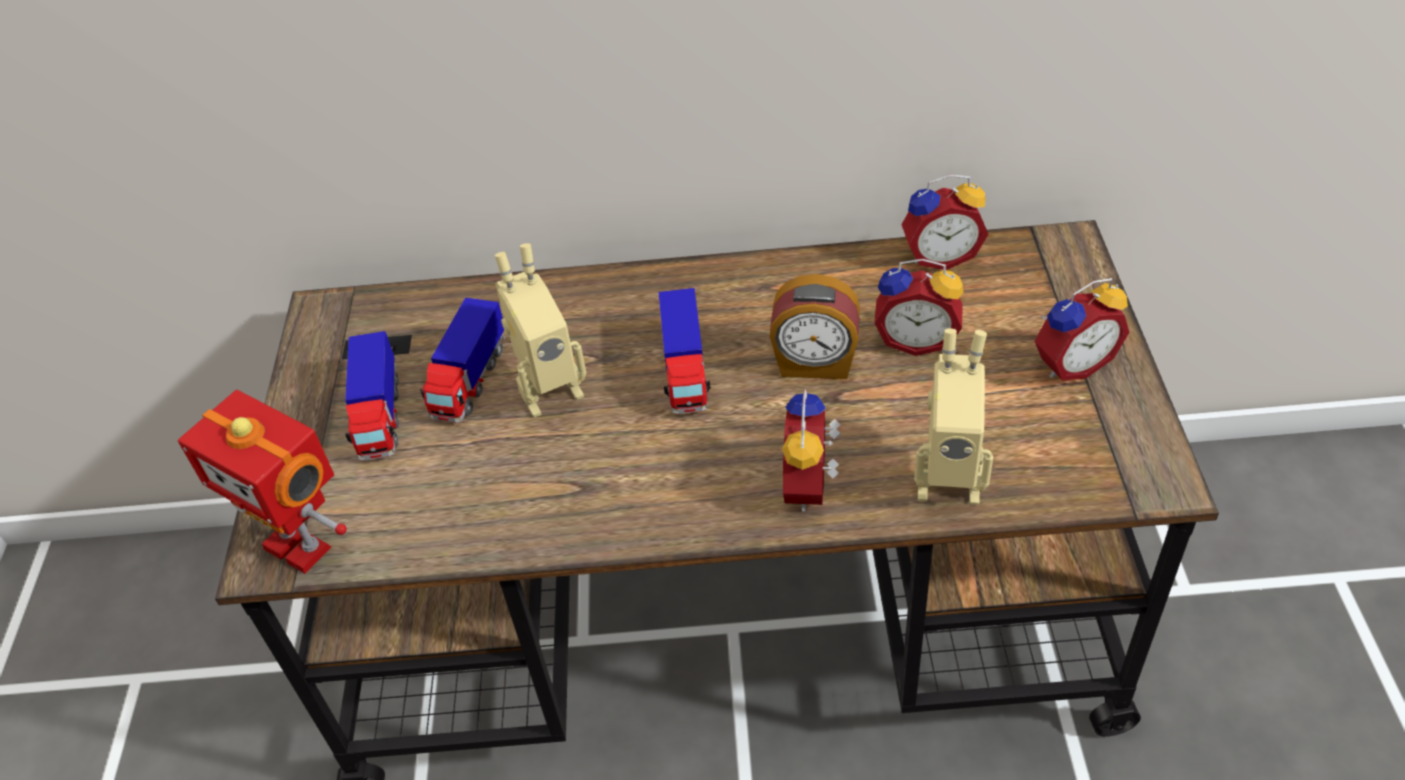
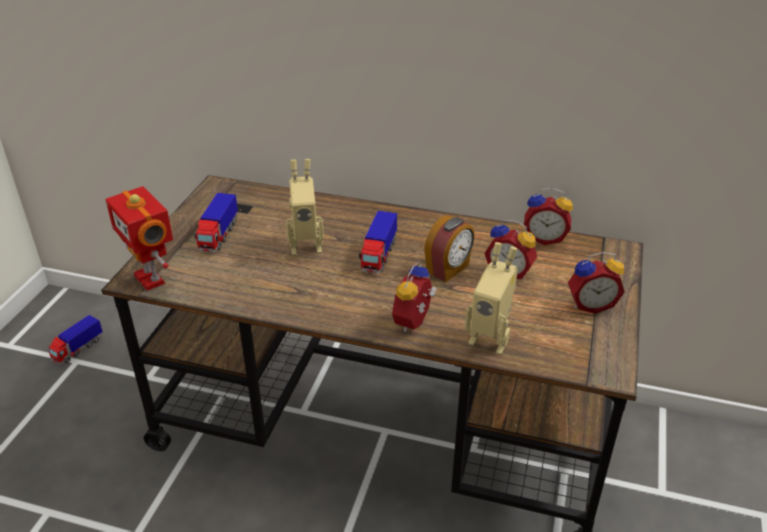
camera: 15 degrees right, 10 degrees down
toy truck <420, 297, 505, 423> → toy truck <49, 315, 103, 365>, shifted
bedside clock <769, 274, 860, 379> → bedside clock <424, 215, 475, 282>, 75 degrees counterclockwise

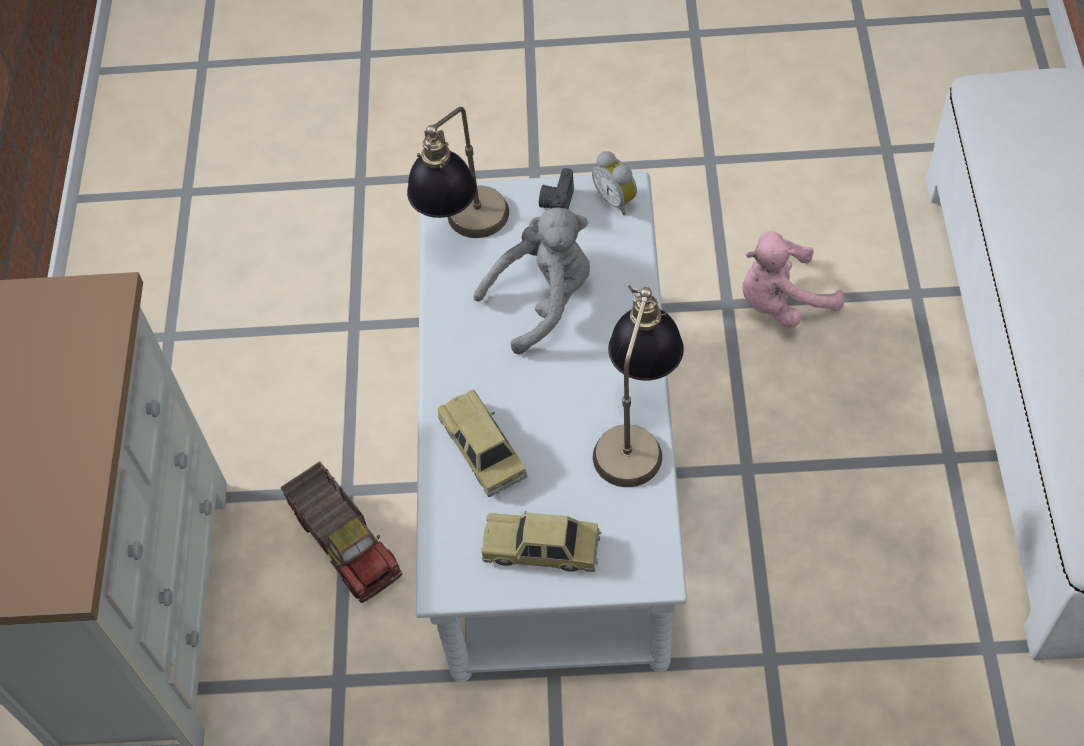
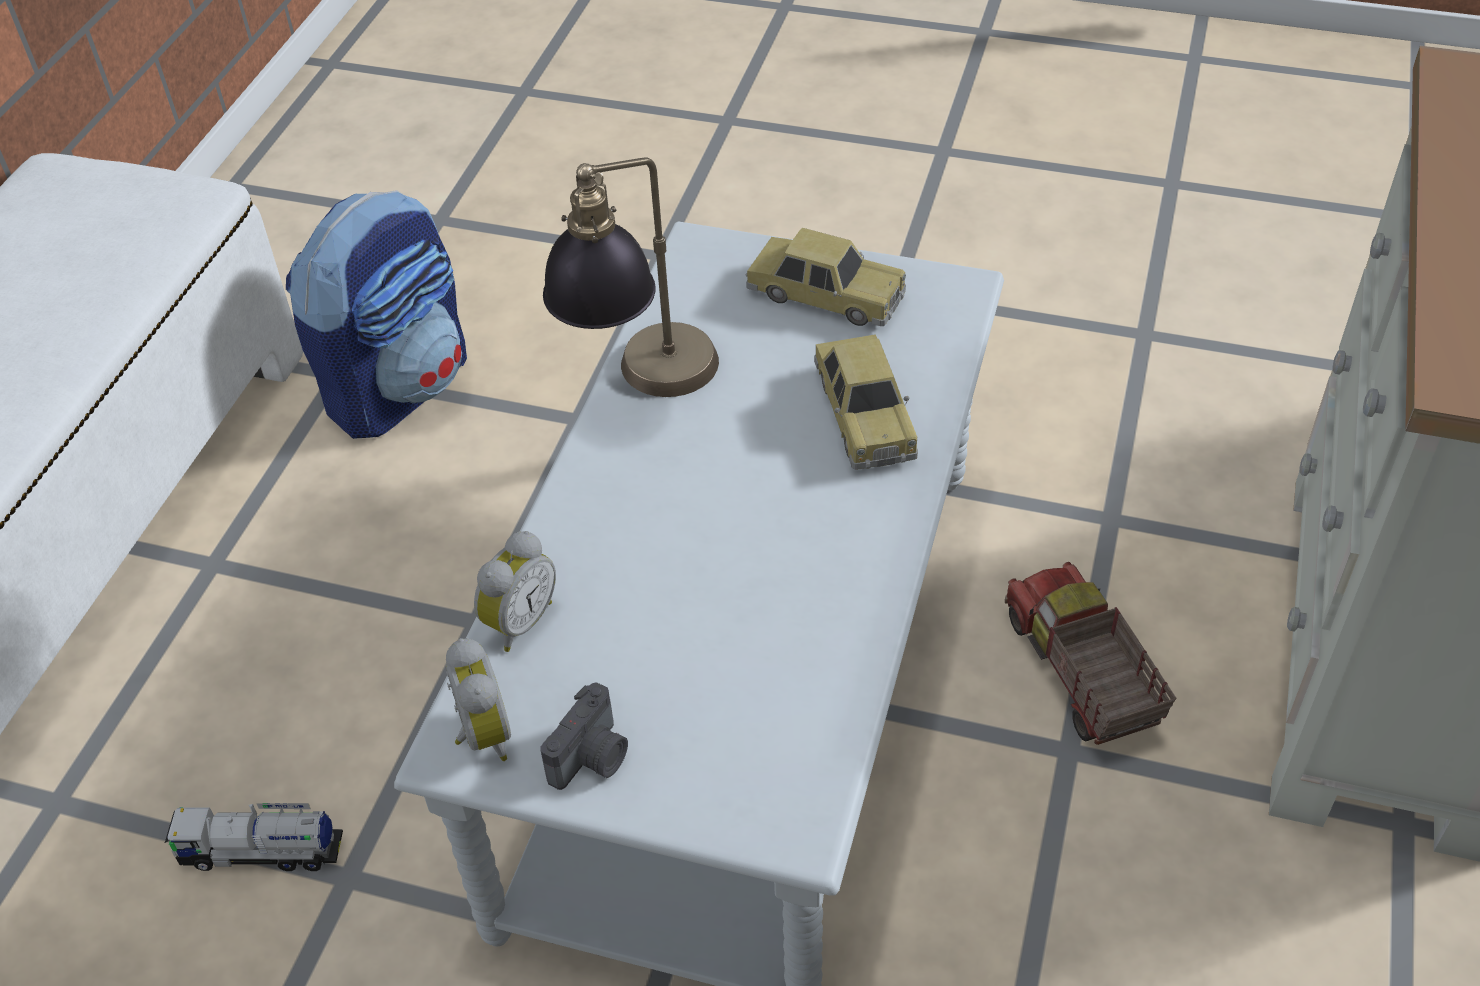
camera: 165 degrees left, 10 degrees down
tabletop lamp <407, 107, 509, 238> → -
gray plush toy <474, 207, 590, 354> → -
pink-coloured plush toy <742, 231, 844, 329> → toy truck <165, 803, 343, 871>
- → backpack <286, 190, 467, 439>
- → bedside clock <474, 531, 556, 652>

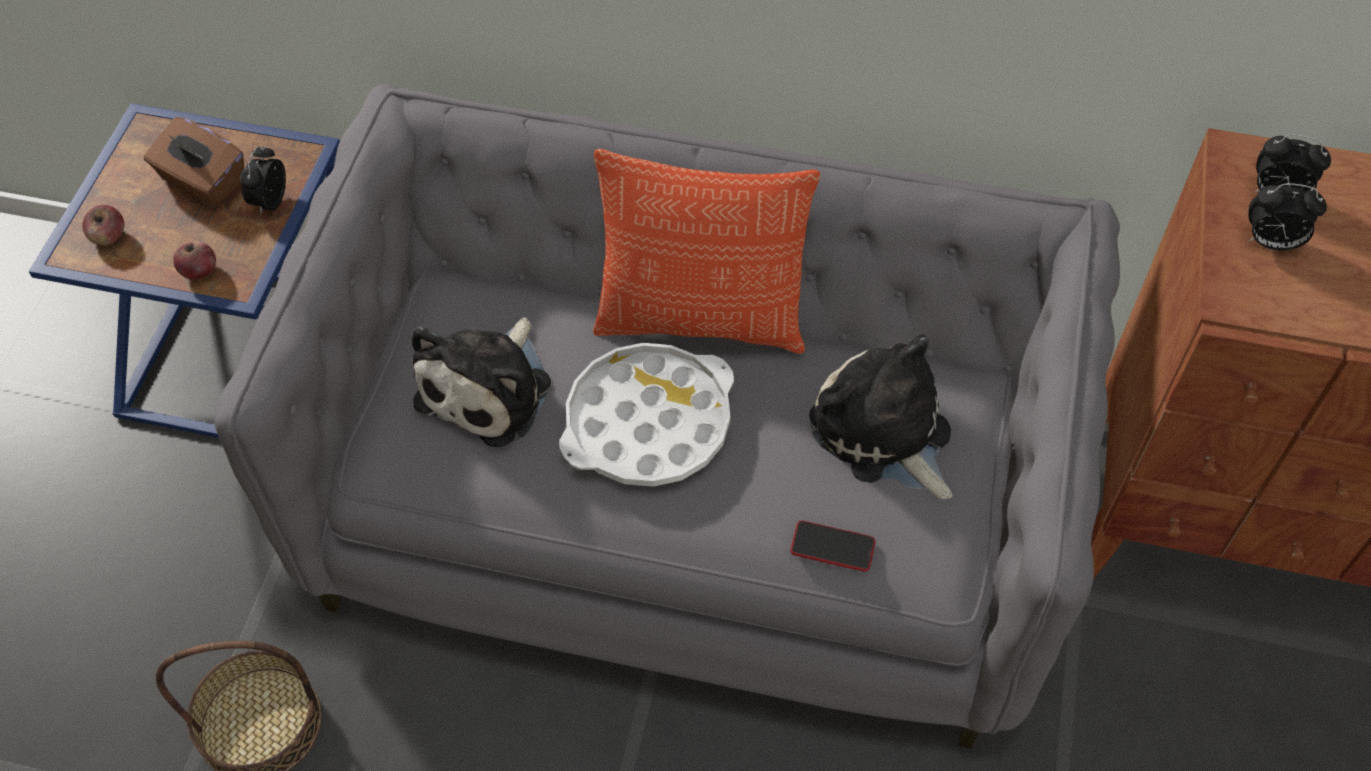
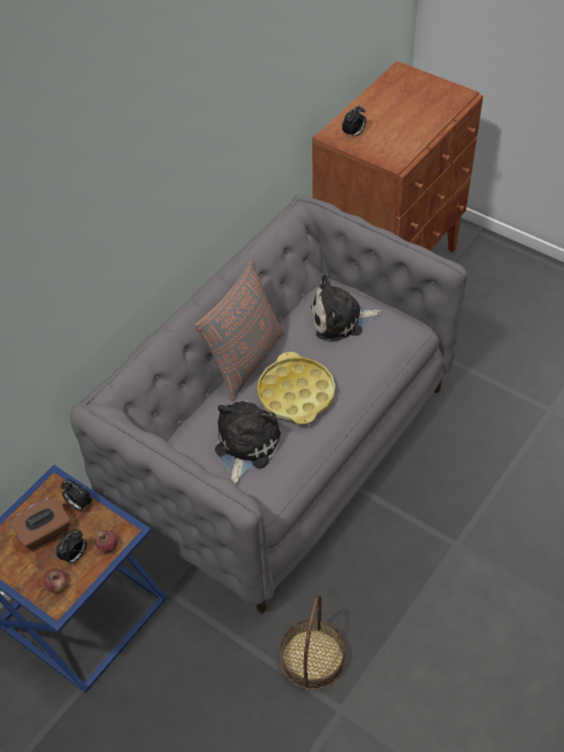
camera: 65 degrees left, 5 degrees down
plush toy <411, 317, 551, 447> → plush toy <215, 401, 281, 484>, 120 degrees counterclockwise
white carrying tray <559, 343, 734, 487> → yellowish carrying tray <257, 352, 335, 424>
orange cushion <593, 149, 820, 354> → gray cushion <195, 259, 285, 402>
phone <790, 521, 875, 571> → -
bedside clock <1248, 183, 1327, 250> → bedside clock <56, 529, 87, 564>, shifted

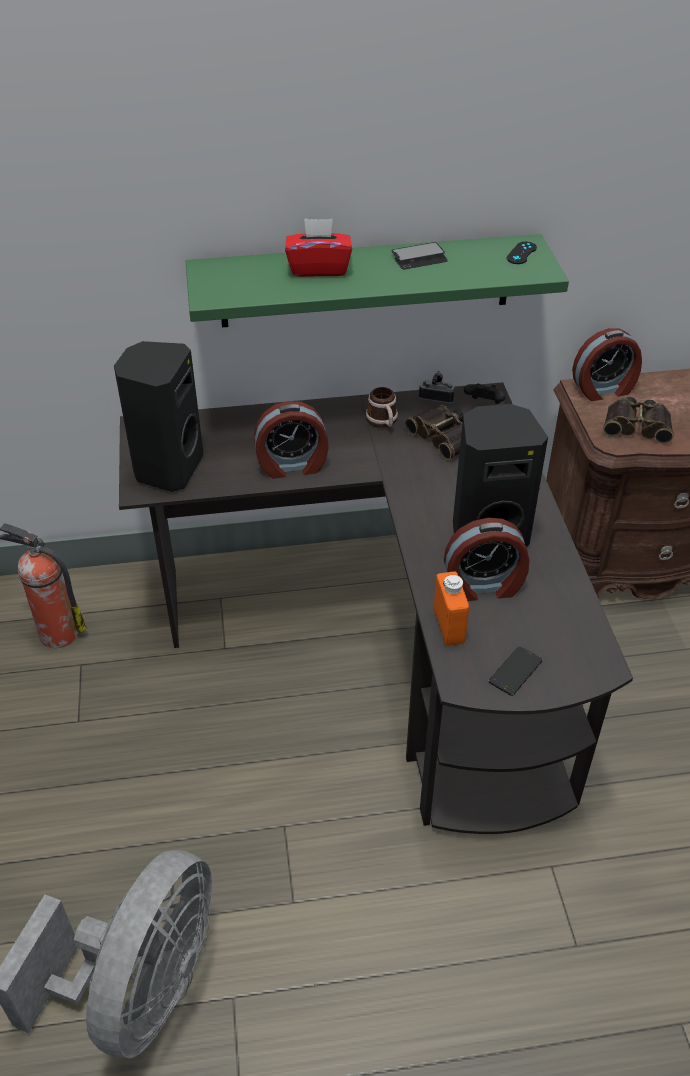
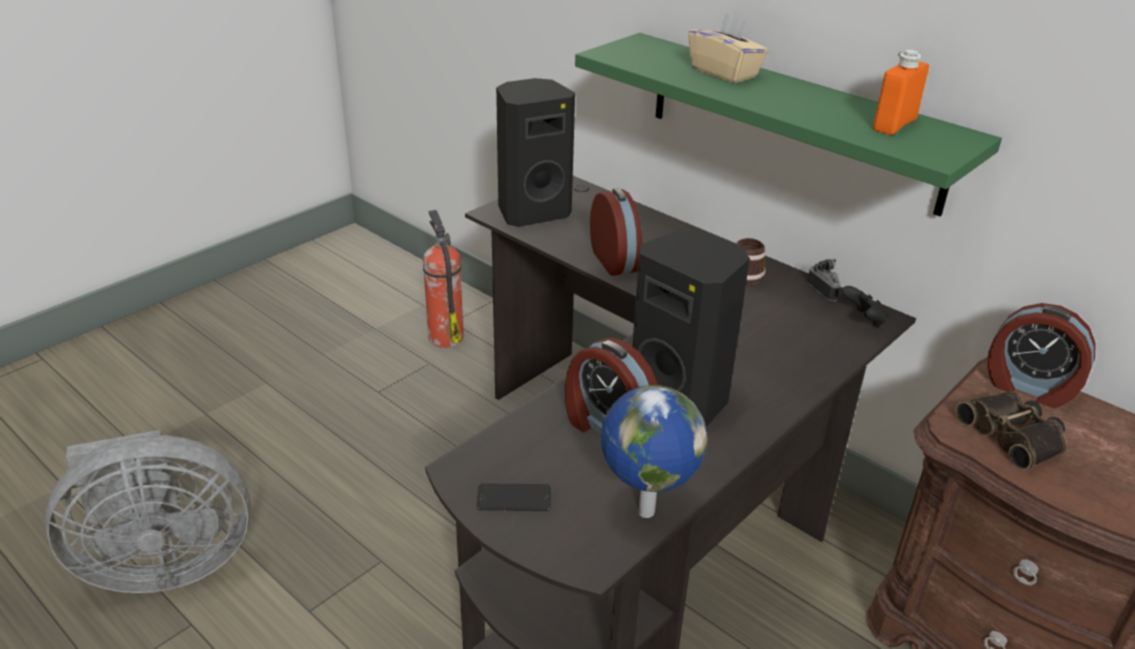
camera: 50 degrees right, 10 degrees down
bedside clock <254, 401, 329, 479> → bedside clock <590, 188, 643, 276>, 150 degrees counterclockwise
red-coloured tissue holder <285, 218, 352, 277> → beige tissue holder <688, 13, 769, 83>
phone <392, 242, 448, 269> → -
binoculars <405, 405, 464, 461> → -
orange beverage bottle <433, 572, 469, 646> → orange beverage bottle <873, 50, 929, 135>, shifted
black-coloured gamepad <507, 241, 537, 264> → -
- → desk globe <601, 385, 707, 518>

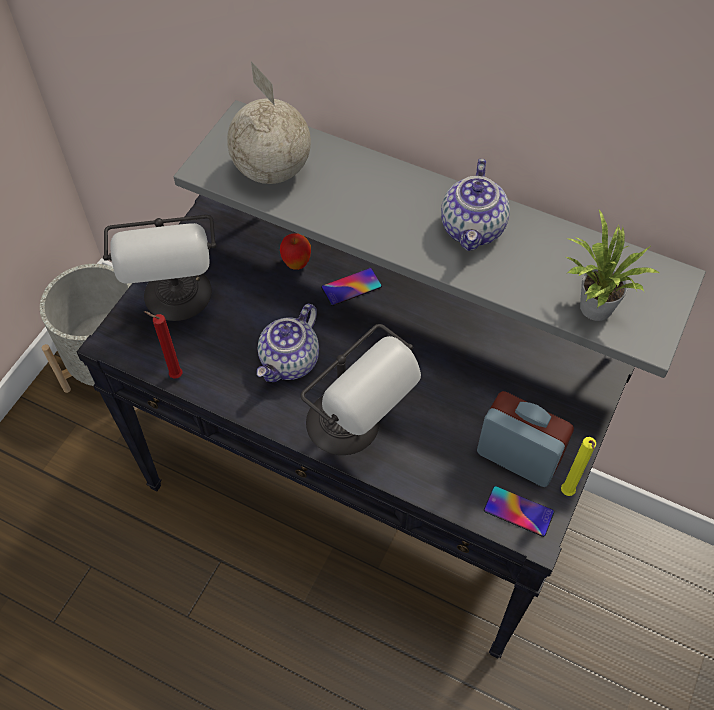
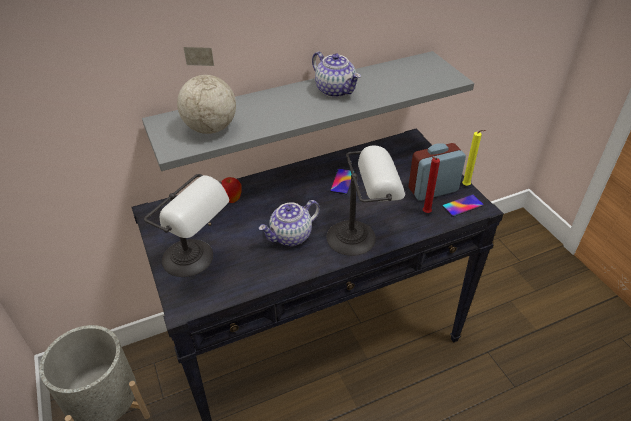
camera: 50 degrees left, 15 degrees down
red-coloured wax candle <143, 311, 182, 379> → red-coloured wax candle <423, 157, 440, 213>, shifted
teapot <257, 304, 319, 382> → teapot <258, 200, 320, 246>, 75 degrees clockwise
phone <321, 268, 382, 306> → phone <330, 169, 351, 194>, shifted
houseplant <566, 210, 659, 321> → -

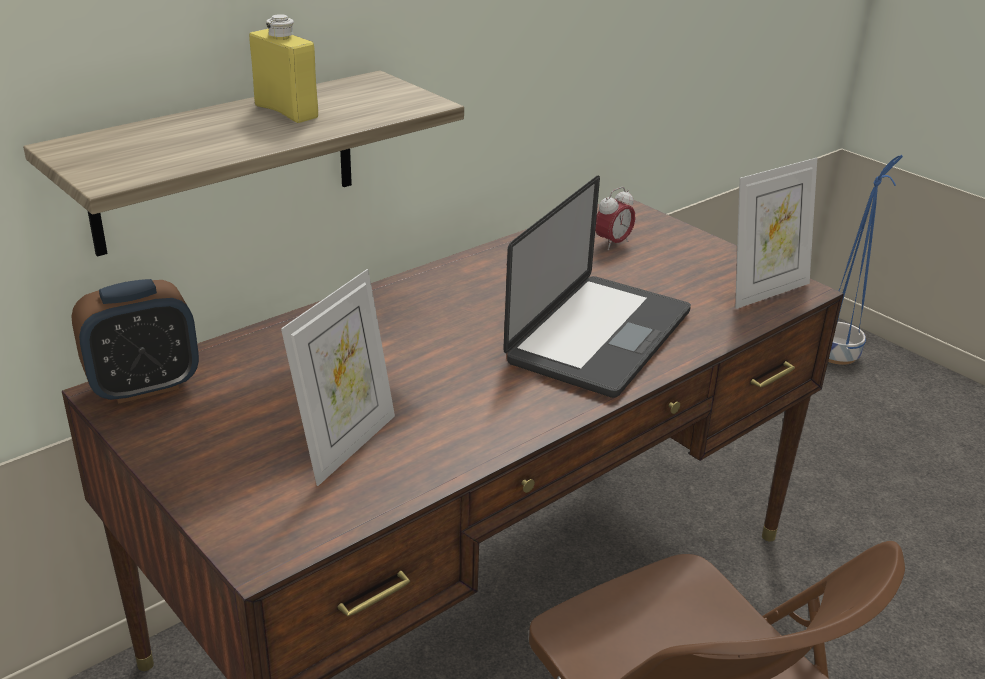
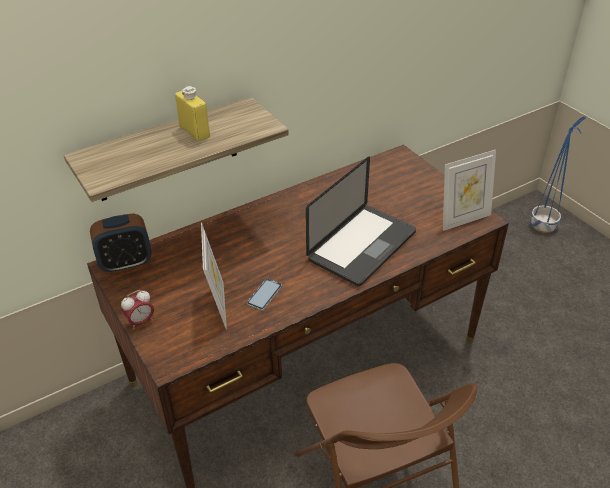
camera: 10 degrees right, 10 degrees up
standing frame <281, 269, 395, 486> → standing frame <201, 223, 227, 329>, 45 degrees counterclockwise
bedside clock <595, 187, 635, 250> → bedside clock <121, 290, 154, 329>, shifted
- → phone <247, 279, 282, 310>

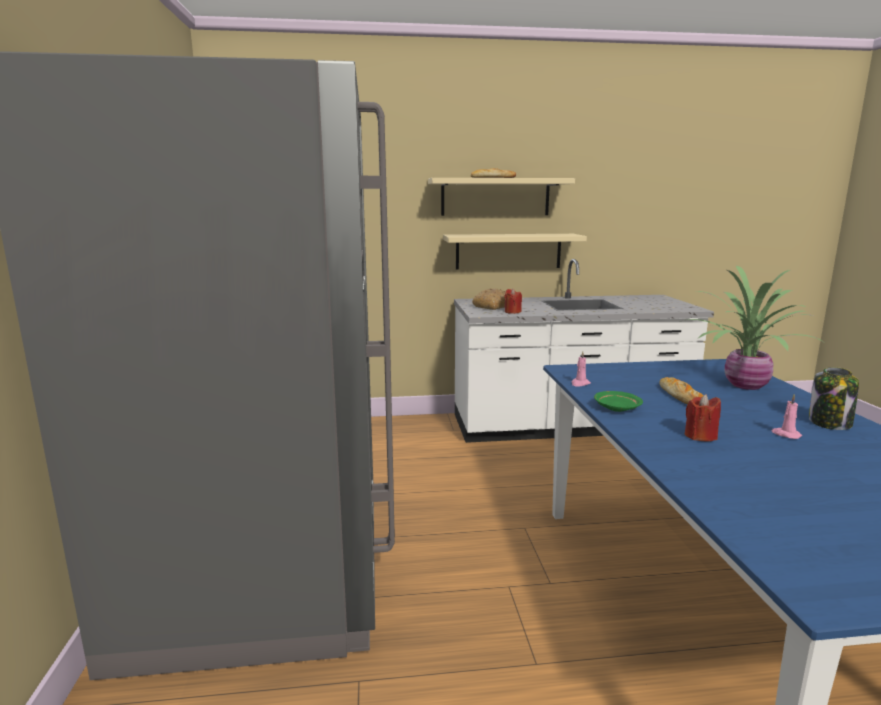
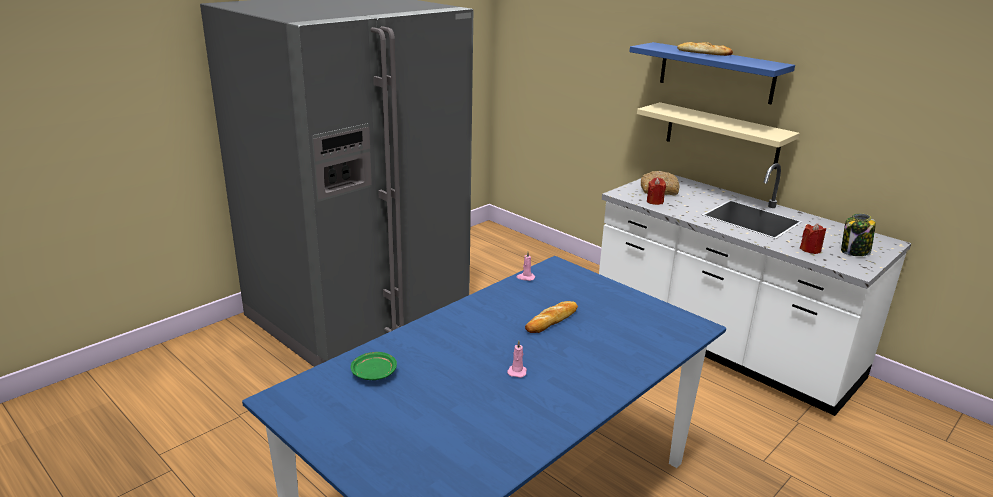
camera: 50 degrees right, 10 degrees up
beige shelf <428, 178, 575, 216> → blue-coloured shelf <629, 42, 795, 104>
green-coloured dinner plate <594, 391, 643, 412> → green-coloured dinner plate <351, 352, 397, 380>, shifted
houseplant <680, 266, 822, 390> → -
red-coloured wax candle <685, 394, 721, 442> → red-coloured wax candle <800, 223, 826, 254>, shifted
jar <809, 367, 859, 430> → jar <841, 214, 876, 256>, shifted

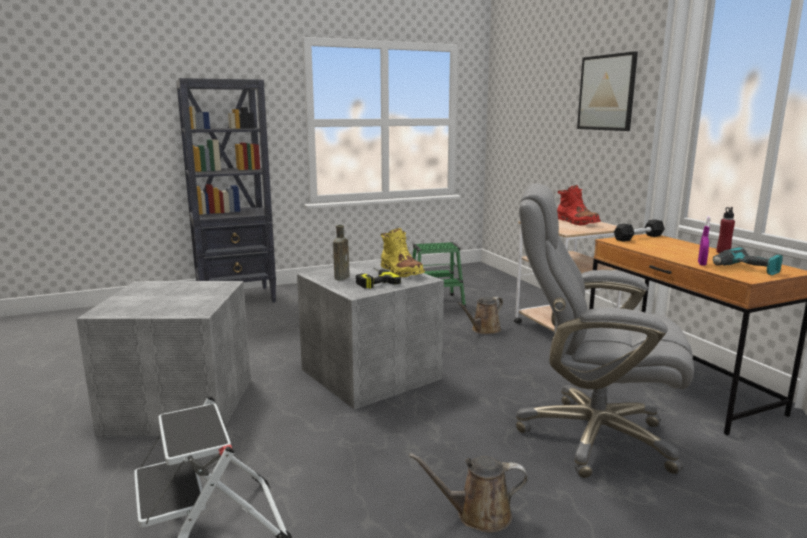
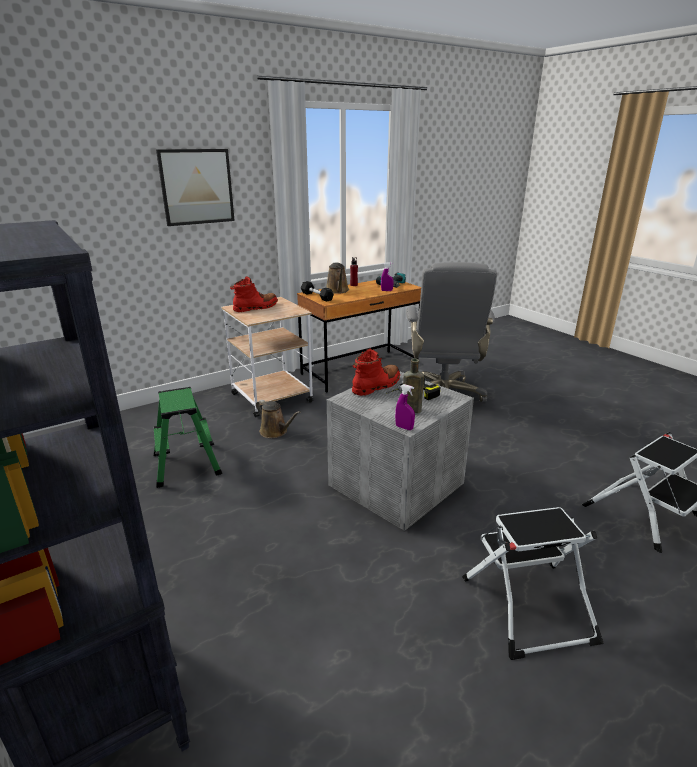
camera: 100 degrees left, 10 degrees up
gray storage bin <76, 281, 251, 436> → step ladder <462, 507, 604, 660>
yellowish boot <381, 228, 425, 277> → red-coloured boot <352, 349, 400, 396>
brown watering pot <409, 453, 528, 533> → brown watering pot <326, 262, 349, 294>, shifted
- → purple-coloured spray bottle <395, 384, 415, 430>

